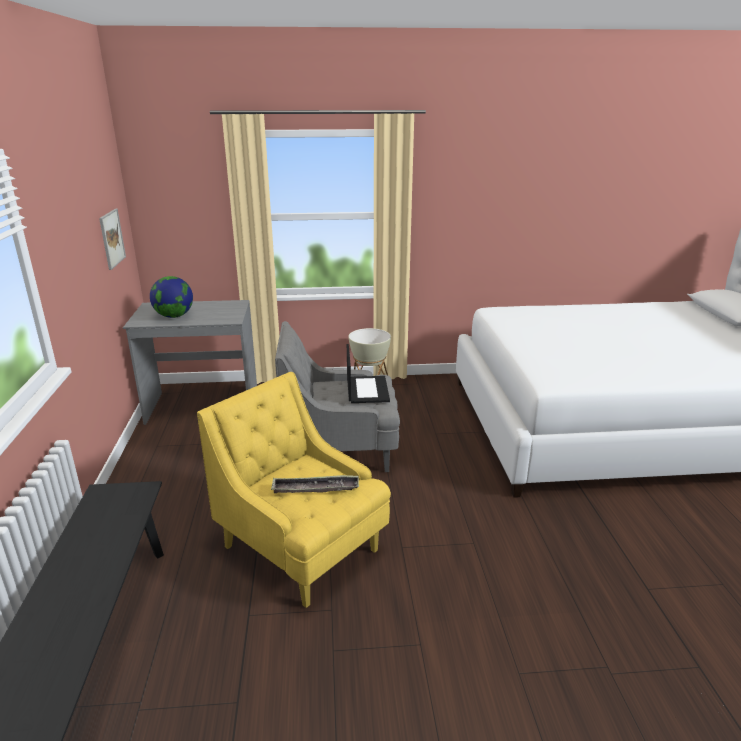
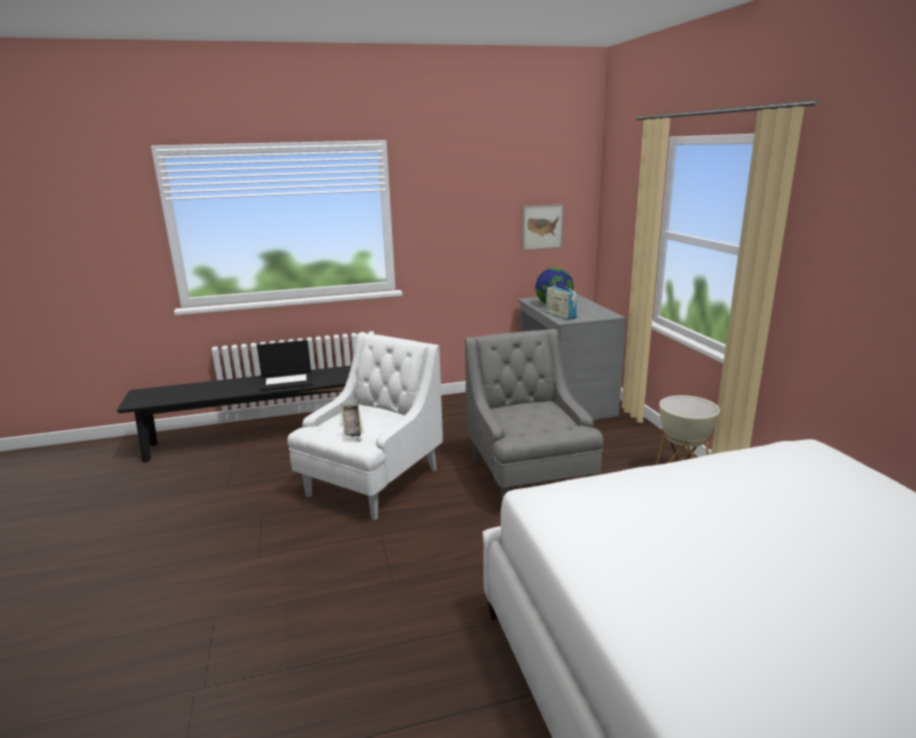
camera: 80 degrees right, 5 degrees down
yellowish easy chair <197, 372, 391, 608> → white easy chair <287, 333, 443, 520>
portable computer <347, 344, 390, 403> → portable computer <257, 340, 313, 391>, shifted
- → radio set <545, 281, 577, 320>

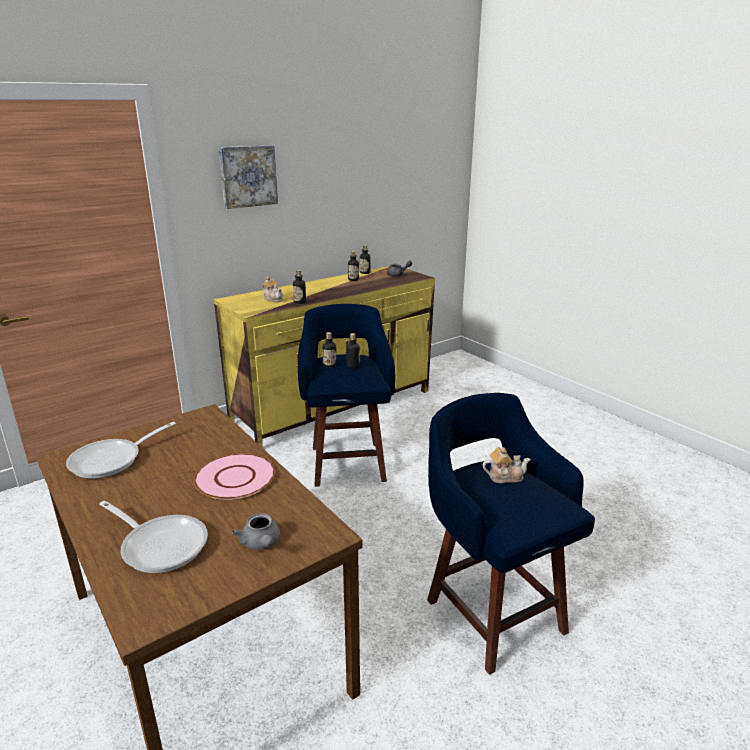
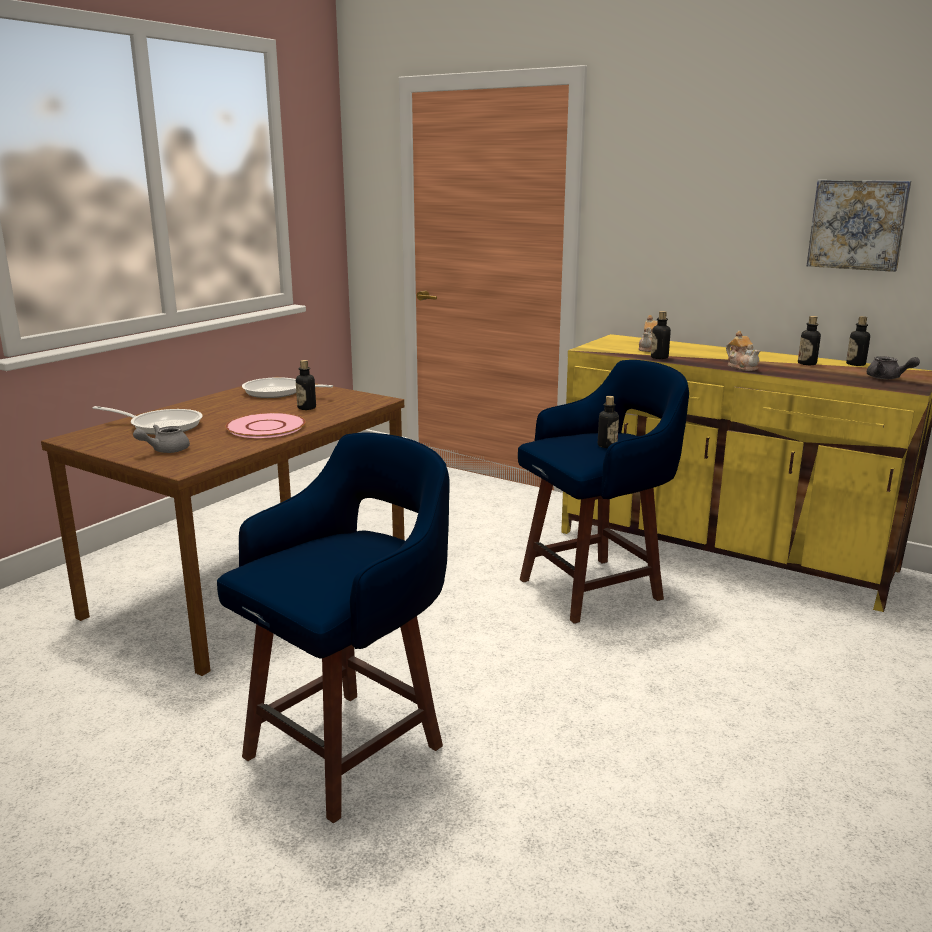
camera: 70 degrees right, 5 degrees down
skillet <99, 501, 208, 573> → skillet <93, 406, 202, 435>, 90 degrees counterclockwise
wall picture <219, 145, 278, 209> → wall picture <807, 180, 911, 272>, shifted
beverage bottle <322, 332, 337, 368> → beverage bottle <296, 360, 316, 410>, shifted
teapot <483, 447, 531, 483> → teapot <726, 331, 760, 371>, shifted

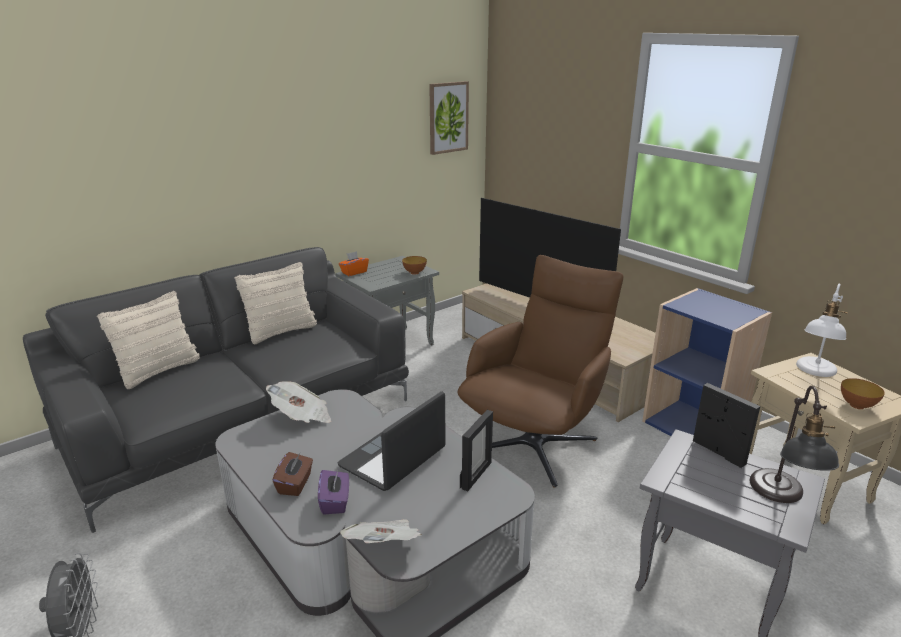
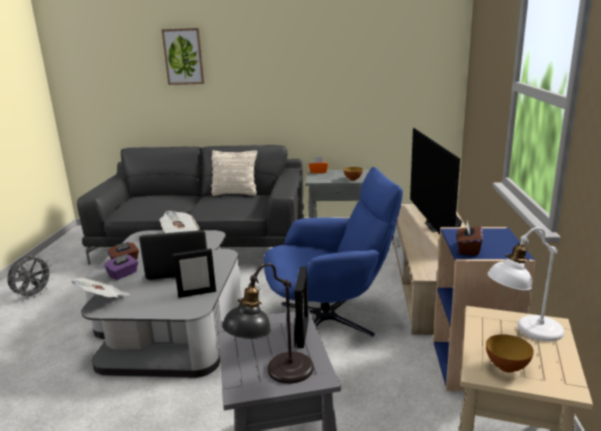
camera: 45 degrees right, 5 degrees down
beige cushion <97, 291, 200, 389> → -
wall picture <429, 81, 469, 155> → wall picture <161, 28, 205, 85>, shifted
brown easy chair <458, 255, 623, 487> → blue-coloured easy chair <264, 167, 403, 337>
- → brown tissue holder <457, 220, 483, 256>

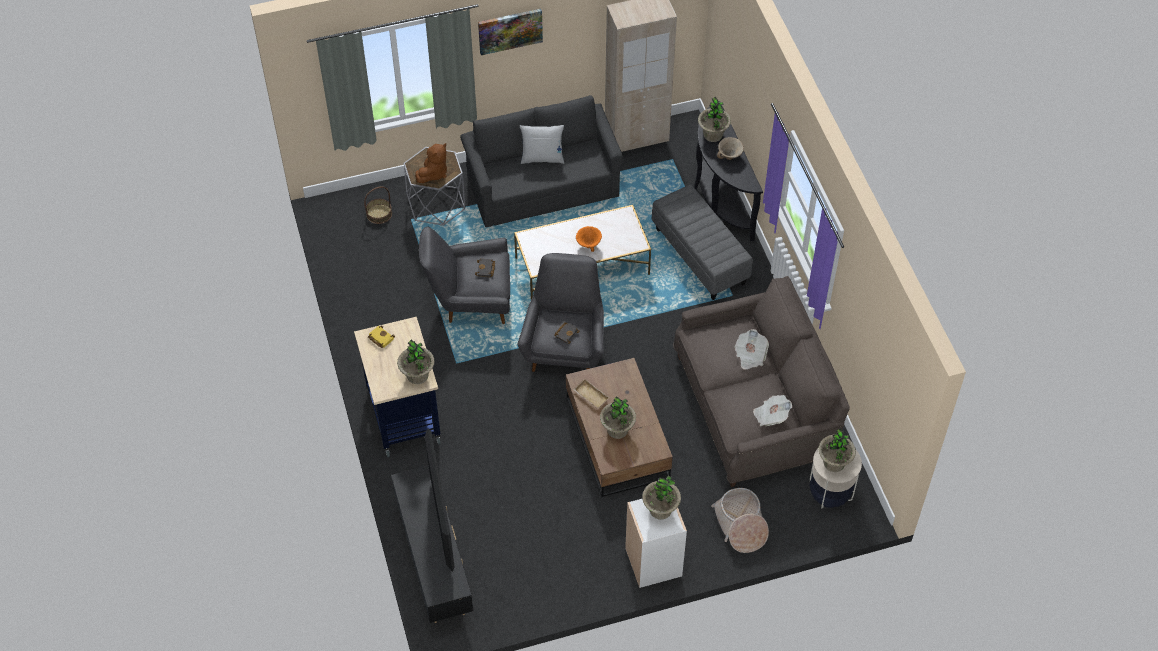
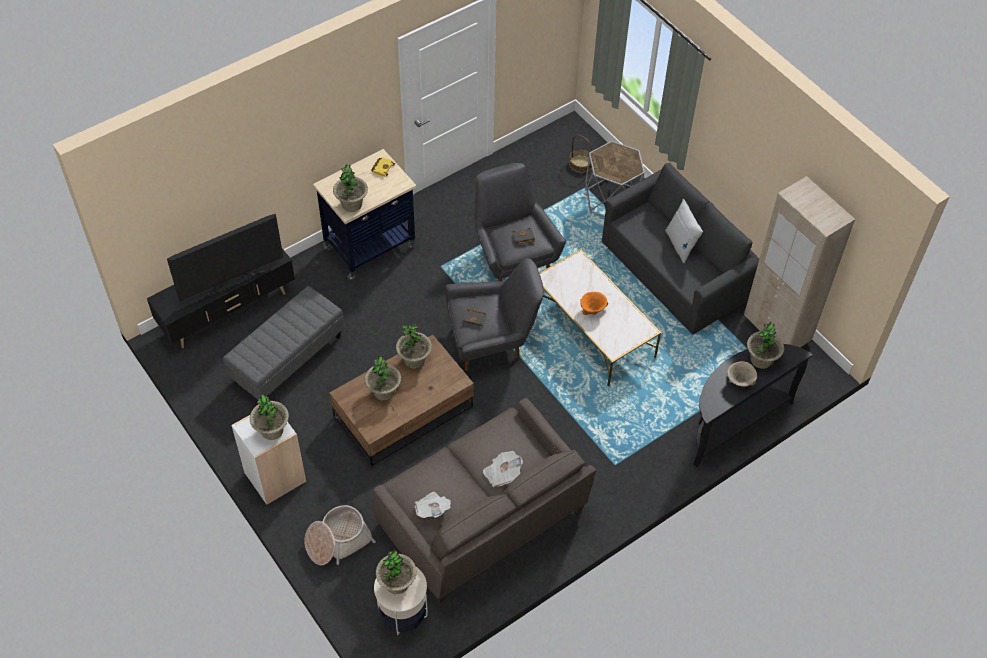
camera: 70 degrees right, 0 degrees up
brown plush toy <415, 143, 447, 183> → -
wall picture <478, 9, 543, 55> → -
beige carrying tray <573, 379, 610, 409> → houseplant <396, 324, 432, 369>
gray footrest <652, 185, 753, 300> → gray footrest <223, 286, 345, 400>, shifted

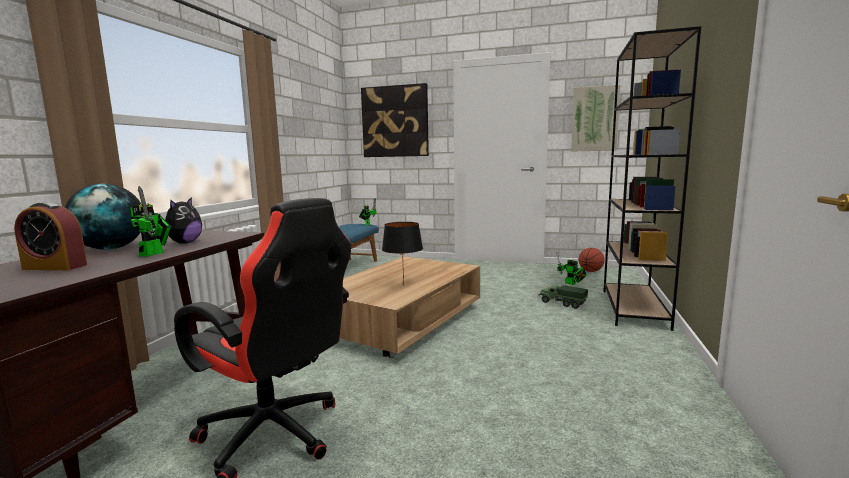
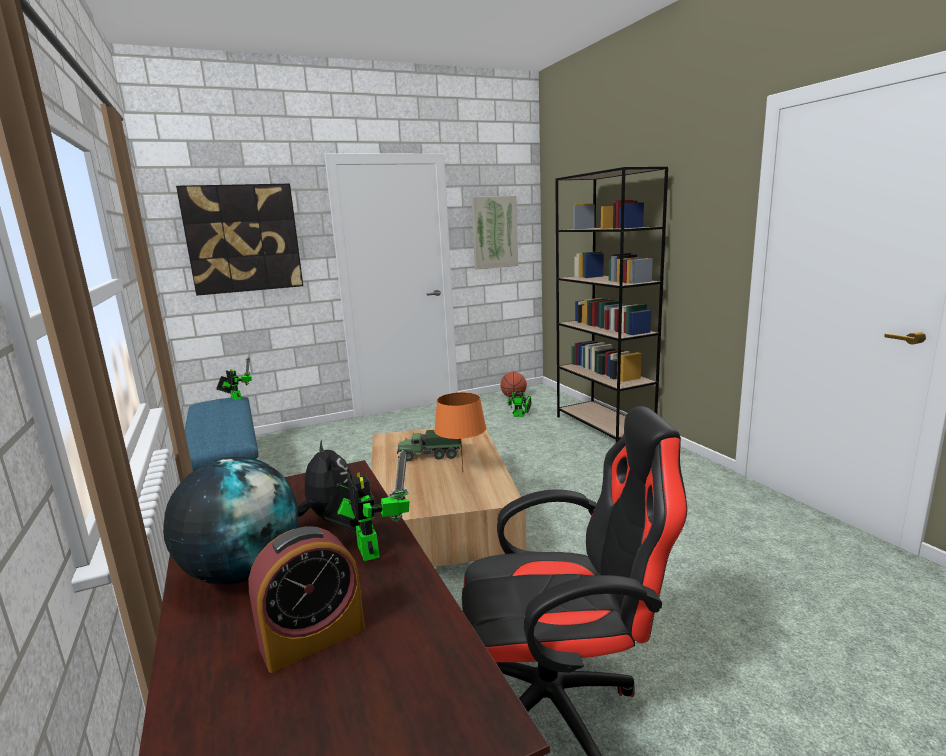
camera: 40 degrees left, 5 degrees up
black-coloured tabletop lamp <382, 222, 423, 285> → orange tabletop lamp <434, 392, 486, 472>
toy truck <538, 285, 588, 309> → toy truck <397, 430, 461, 461>, shifted

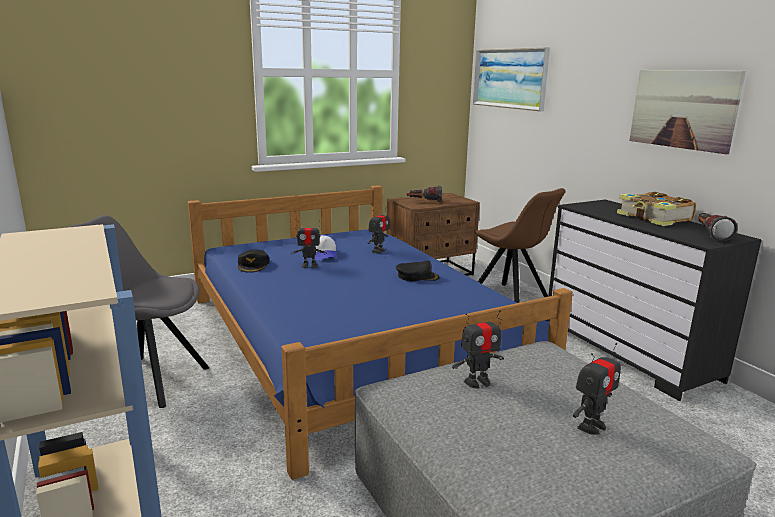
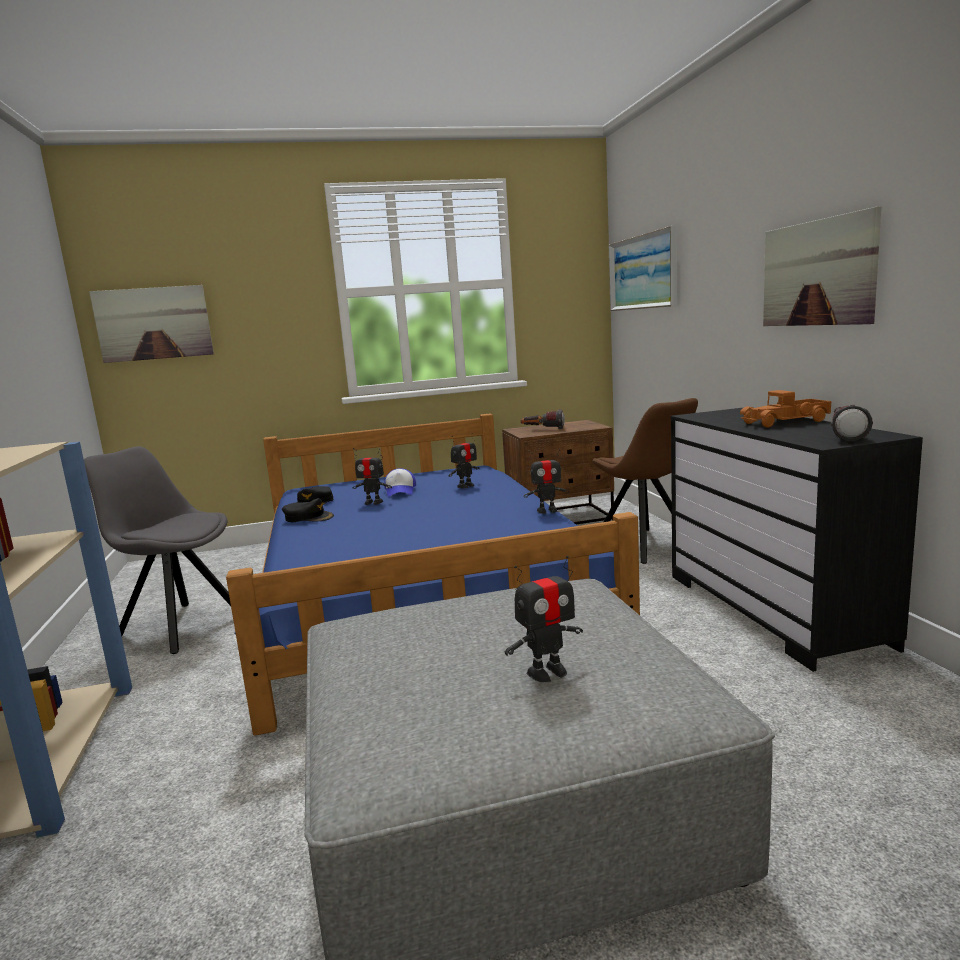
camera: 15 degrees right, 5 degrees down
black-coloured cap <396, 261, 439, 281> → black-coloured cap <282, 498, 334, 522>, shifted
robot figure <452, 310, 504, 388> → robot figure <524, 449, 569, 514>, shifted
book <617, 192, 696, 226> → toy truck <740, 390, 831, 428>
- → wall picture <89, 285, 214, 363>

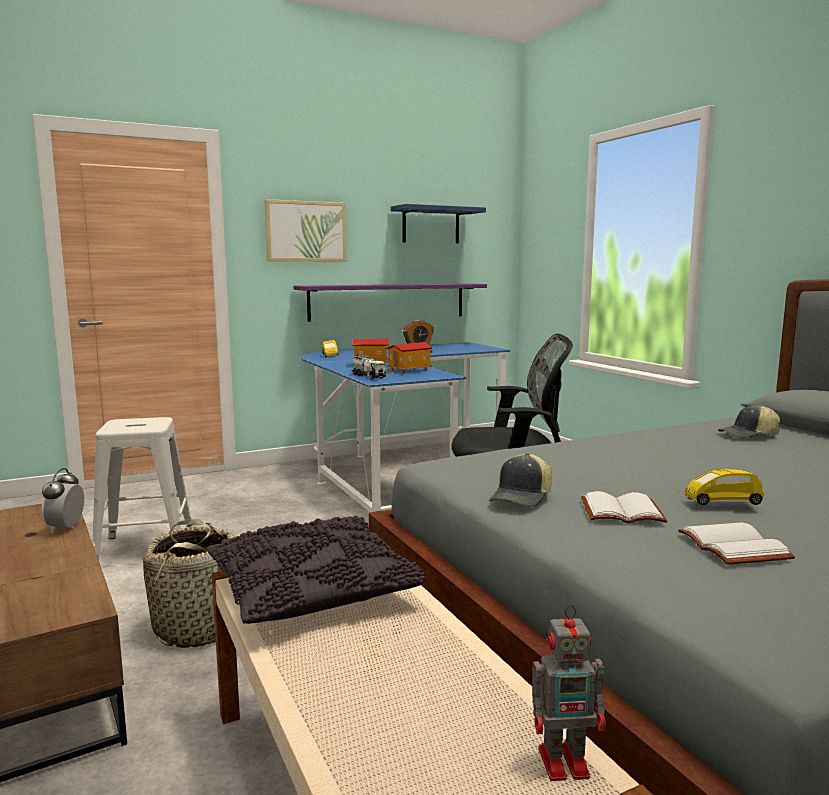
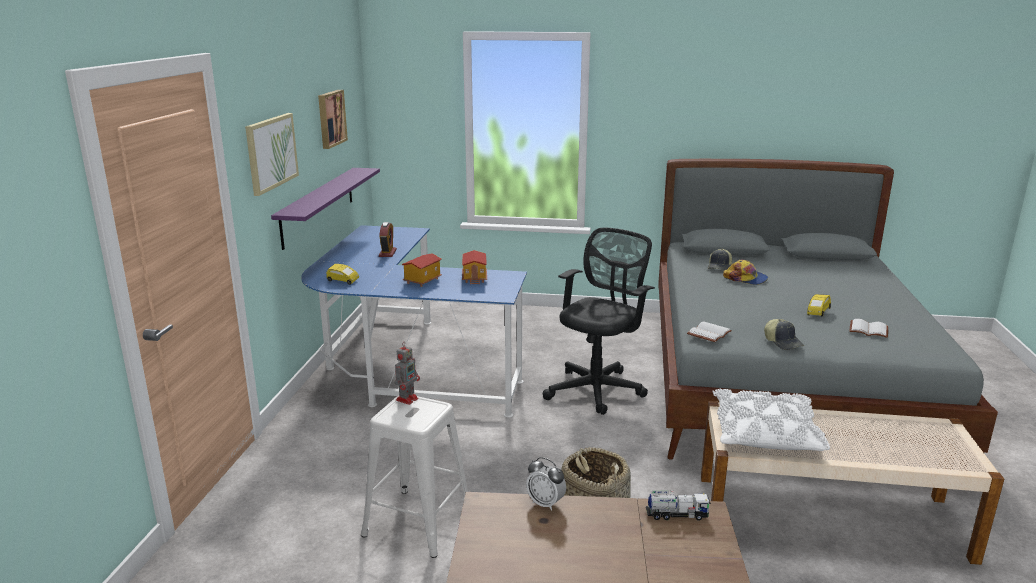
camera: 55 degrees left, 10 degrees up
black-coloured cushion <206, 515, 426, 624> → white cushion <712, 388, 830, 451>
toy truck <352, 355, 386, 380> → toy truck <646, 490, 711, 520>, shifted
blue-coloured shelf <391, 204, 486, 243> → wall picture <318, 90, 348, 149>
robot figure <532, 605, 606, 781> → robot figure <395, 342, 420, 405>, shifted
white book <581, 491, 667, 524> → white book <687, 321, 732, 342>, shifted
- → cap <723, 260, 768, 285>

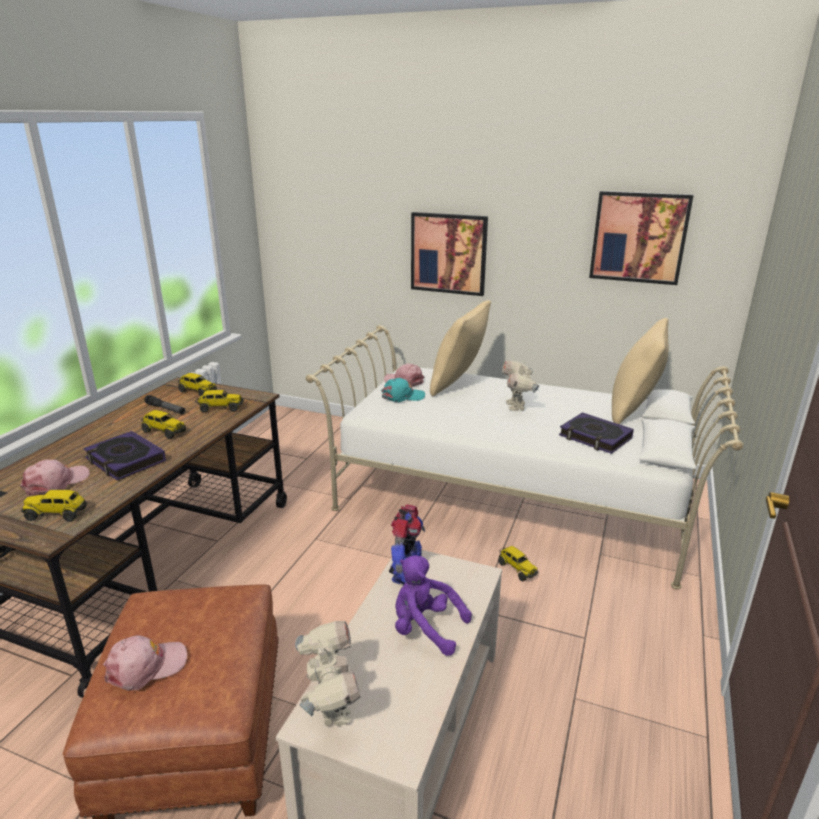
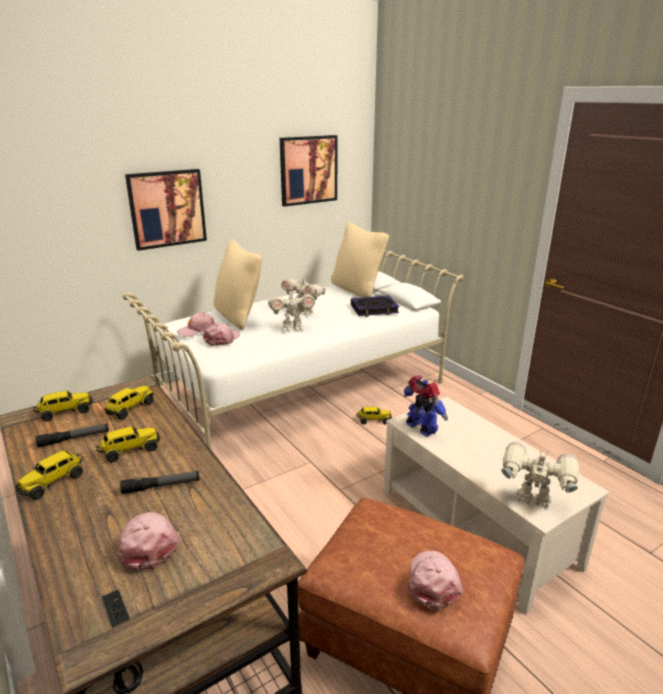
camera: 55 degrees left, 0 degrees up
toy truck <21, 490, 88, 522> → toy truck <15, 451, 84, 500>, shifted
book <83, 431, 166, 481> → flashlight <120, 471, 199, 494>
turquoise cap <381, 378, 425, 402> → pink-coloured cap <203, 323, 240, 346>
purple-coloured plush toy <395, 555, 472, 656> → -
- → robot figure <268, 287, 315, 332>

